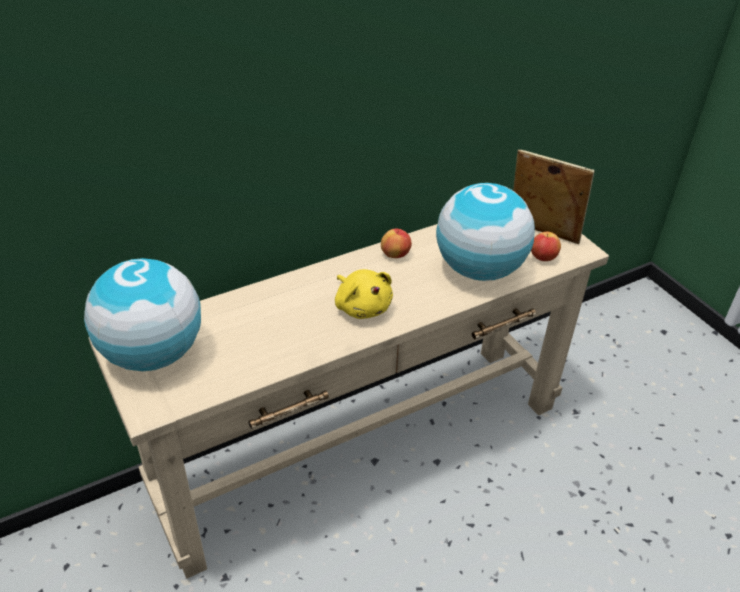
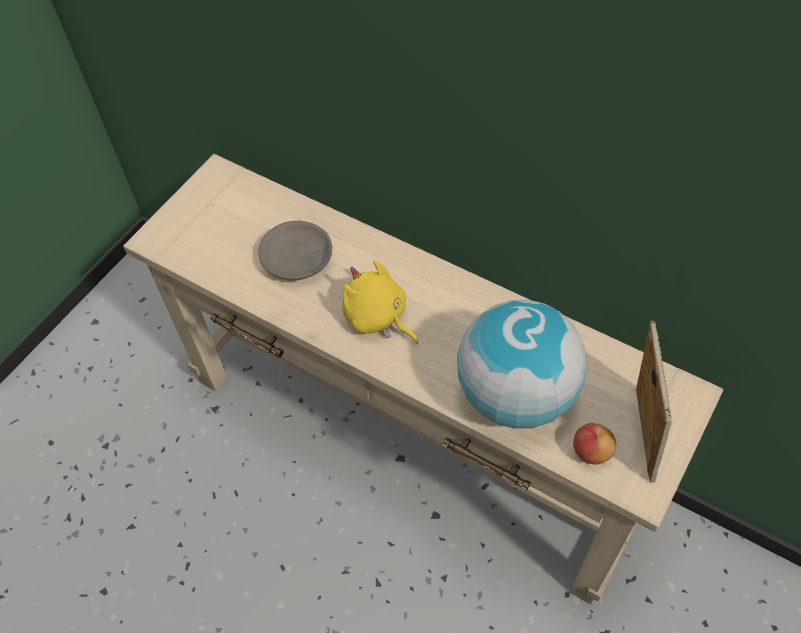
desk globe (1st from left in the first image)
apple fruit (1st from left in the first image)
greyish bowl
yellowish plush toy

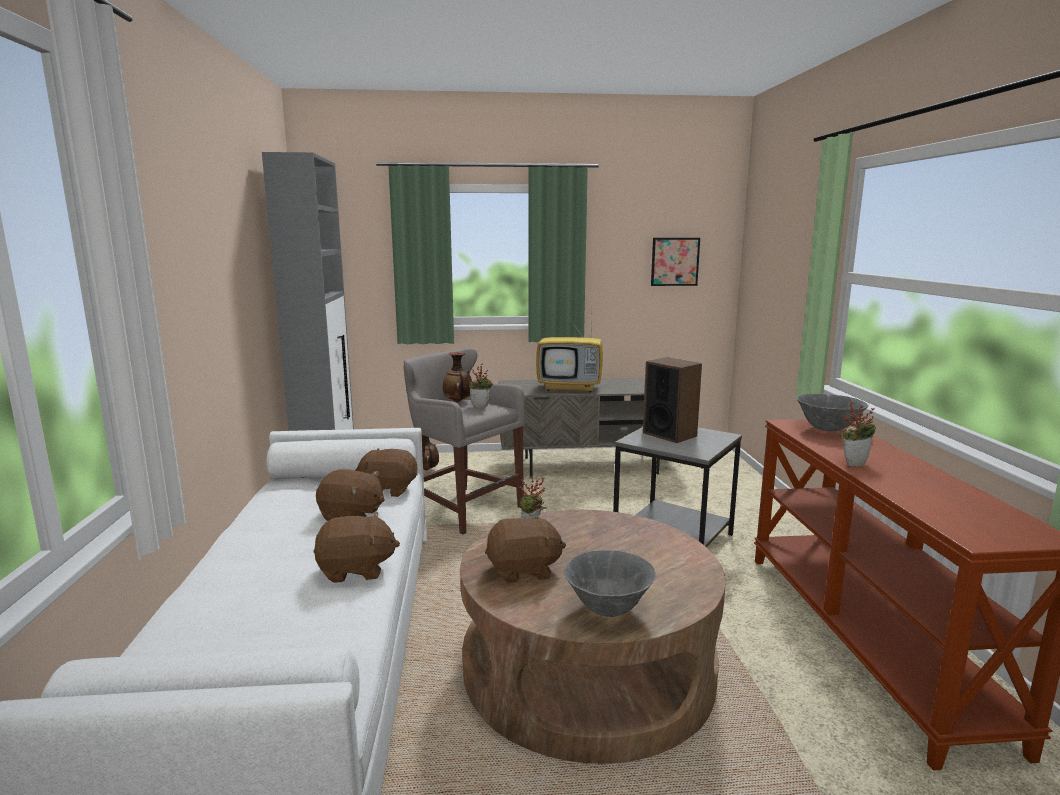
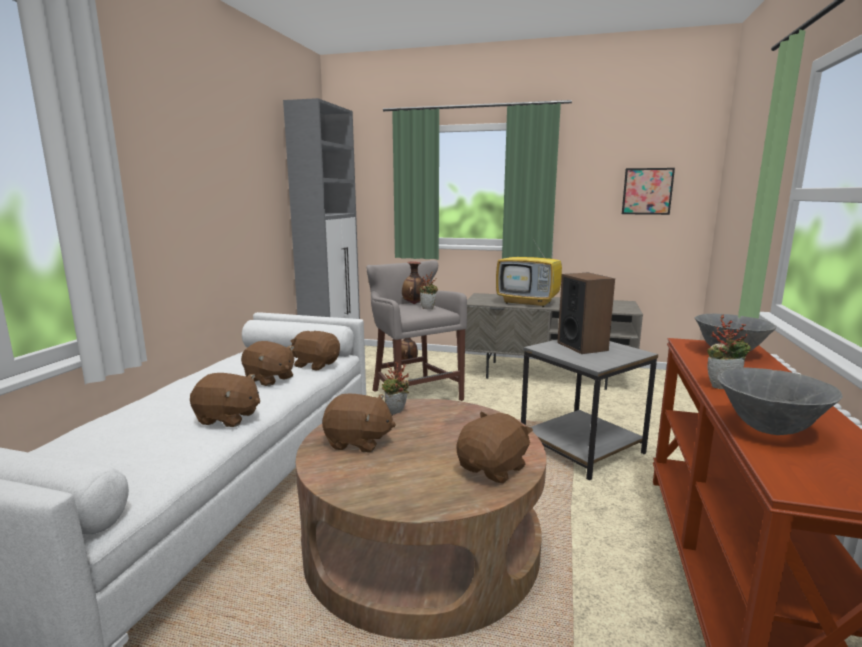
brown plush toy (5th from left)
greyish bowl (2nd from left)

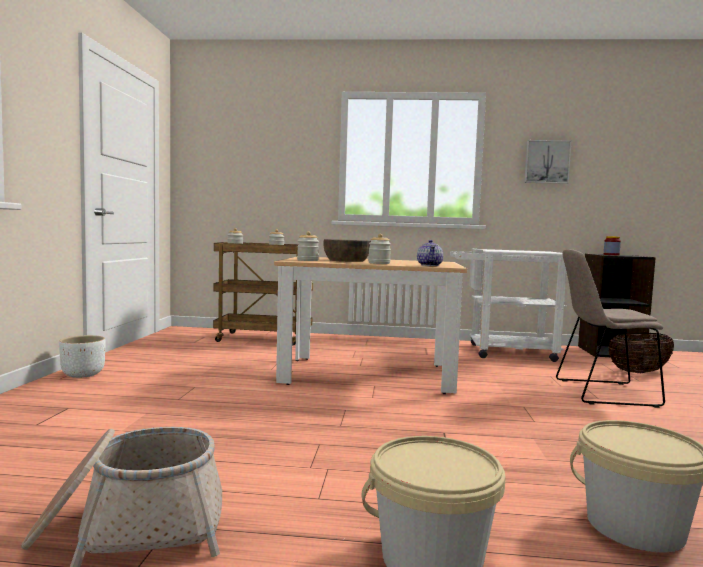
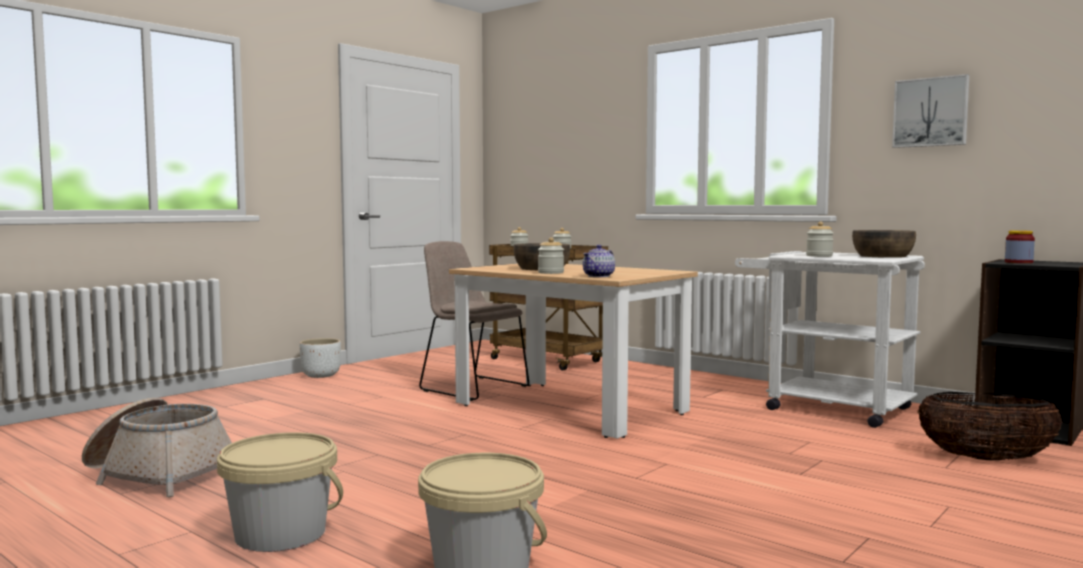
brown bowl (2nd from left)
storage jar (4th from left)
beige-coloured upright chair

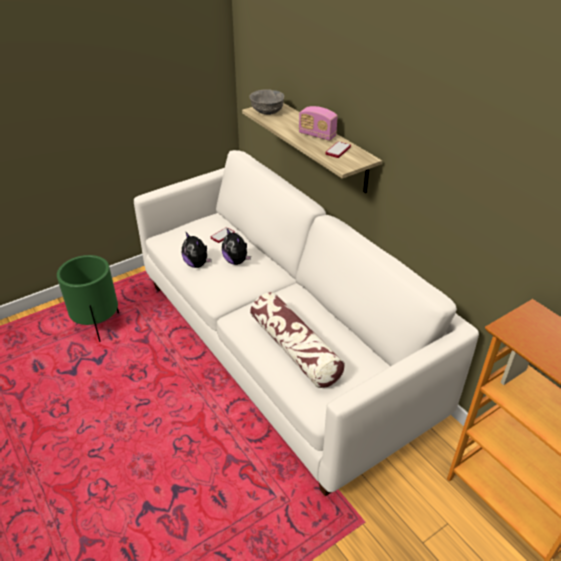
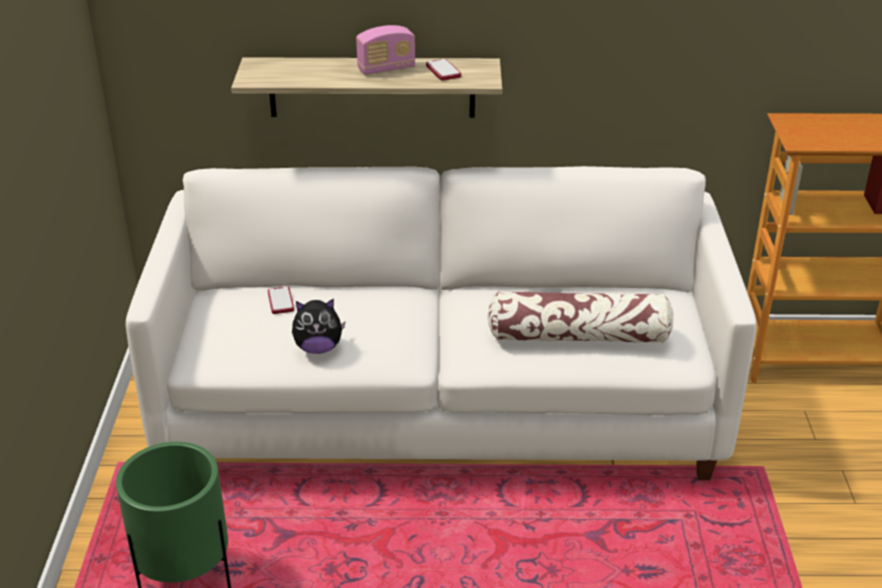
plush toy (2nd from left in the first image)
greyish bowl

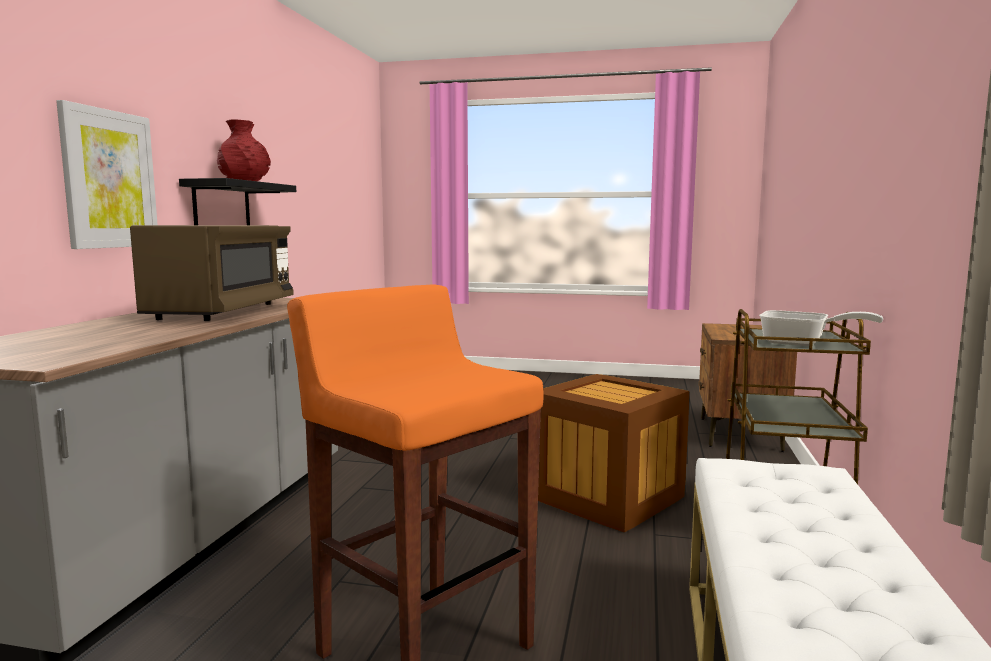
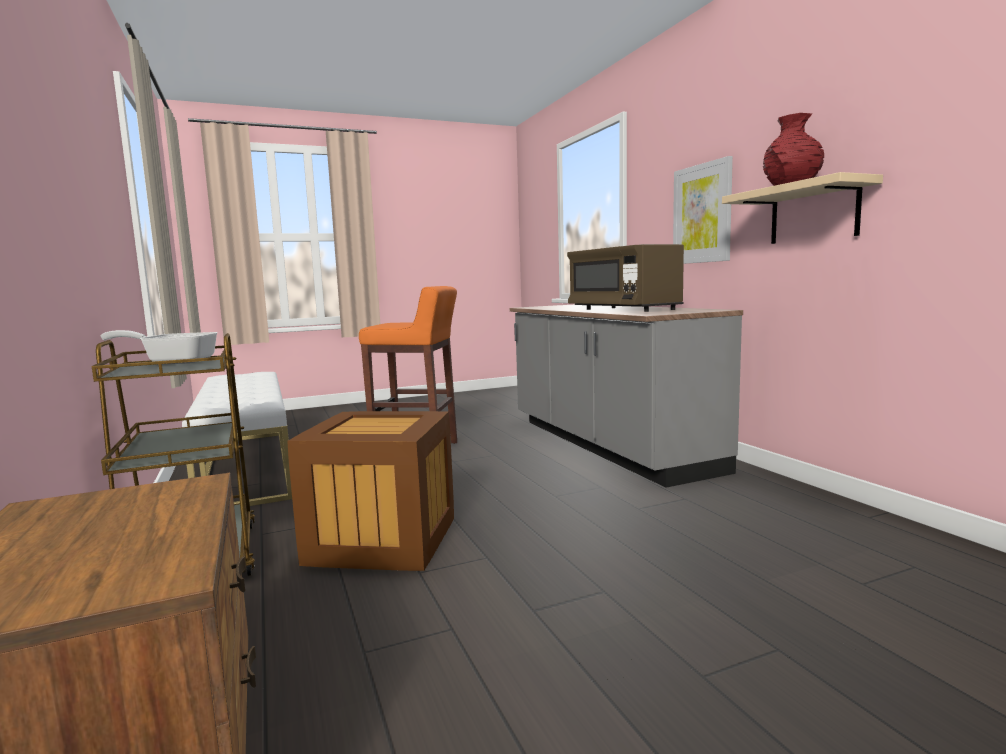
beige-coloured shelf

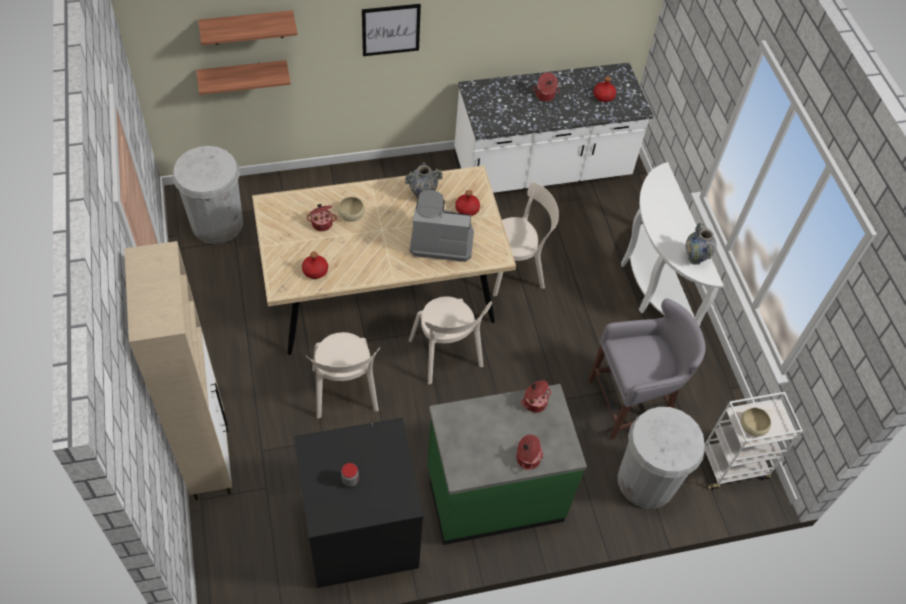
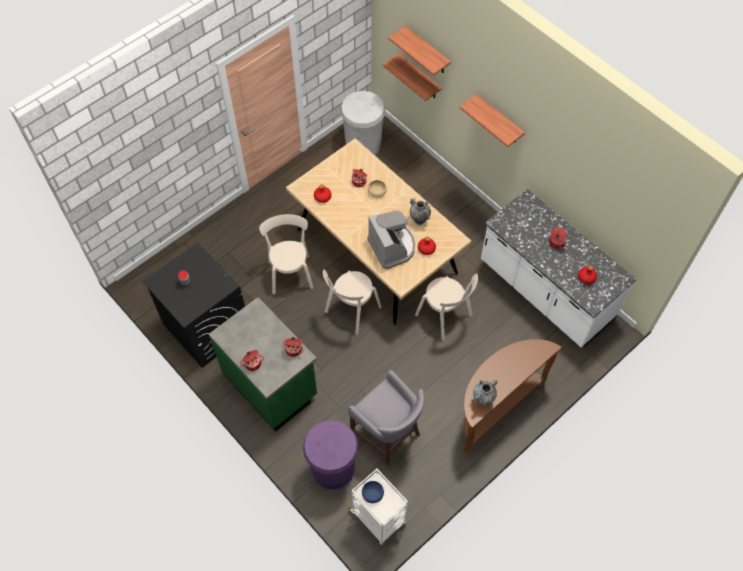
beige-coloured cupboard
shelf (3rd from left)
purple-coloured waste bin
brown narrow table
blue bowl
beige-coloured upright chair (1st from left)

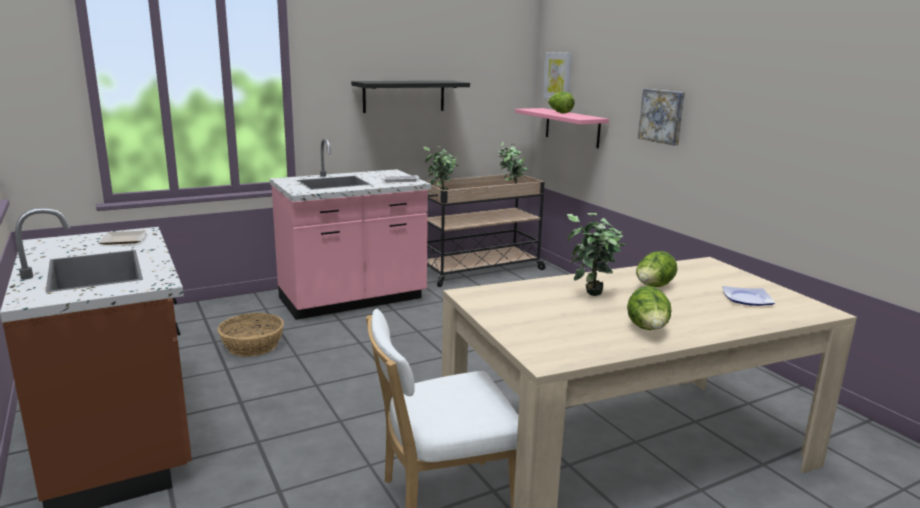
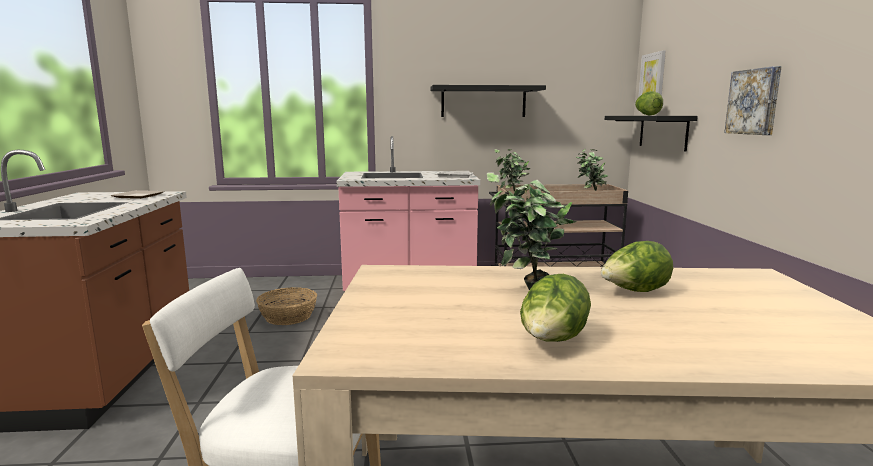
plate (2nd from left in the first image)
blackish shelf (2nd from left)

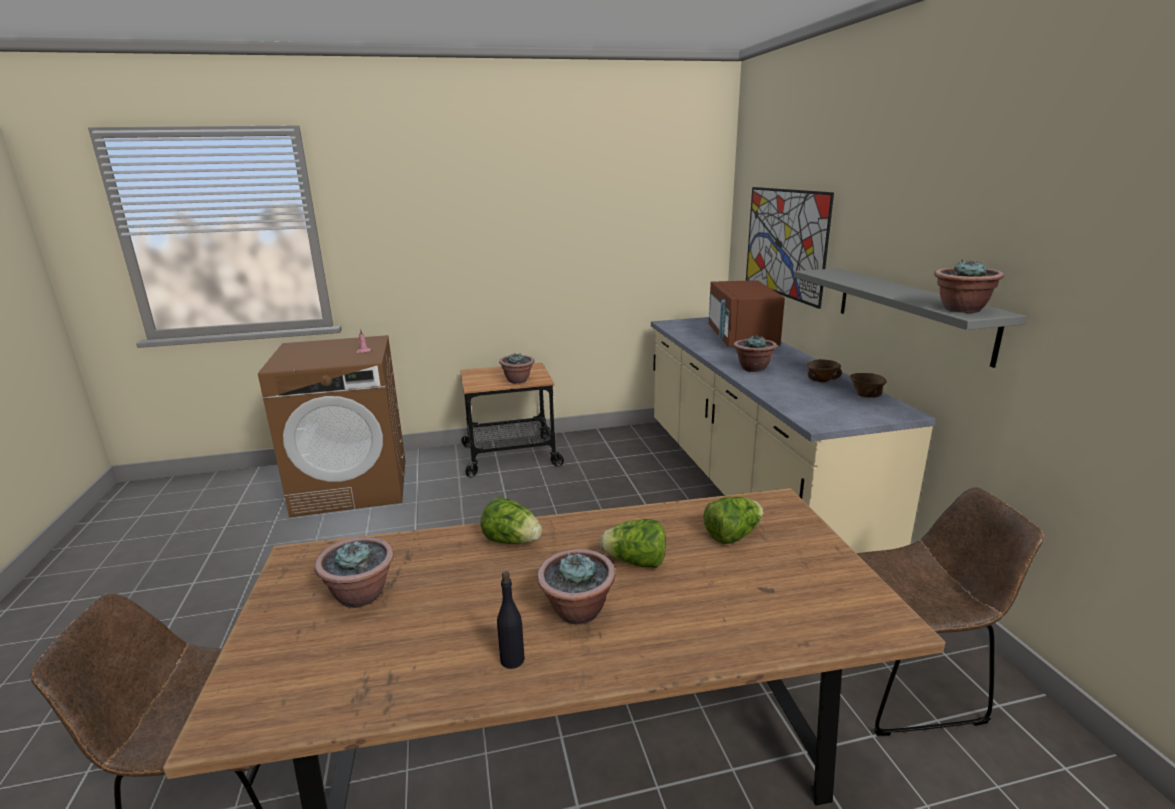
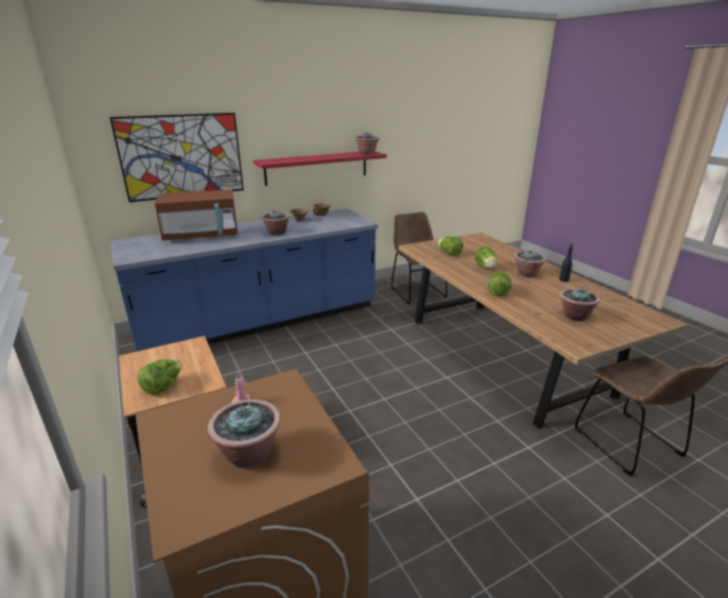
head of lettuce (1st from left)
plant in a pot (1st from left)
blue kitchen base unit
reddish shelf

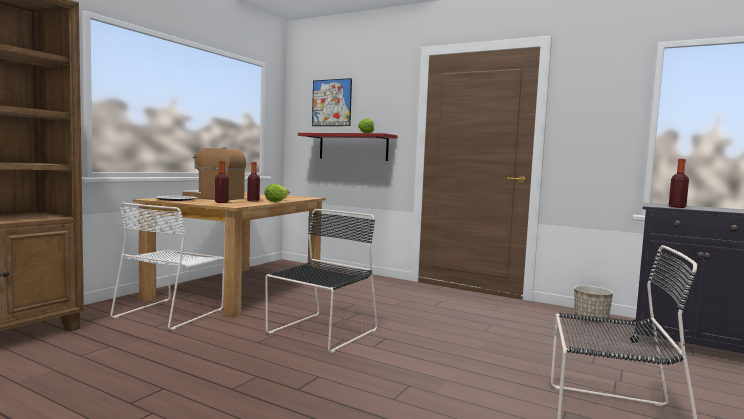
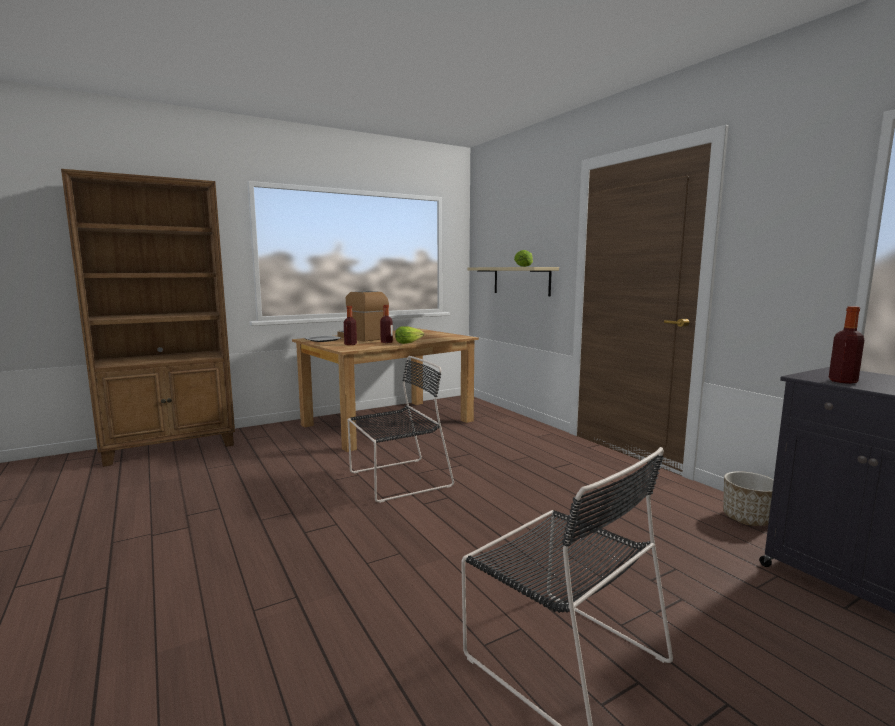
whitish upright chair
wall picture
beige-coloured shelf

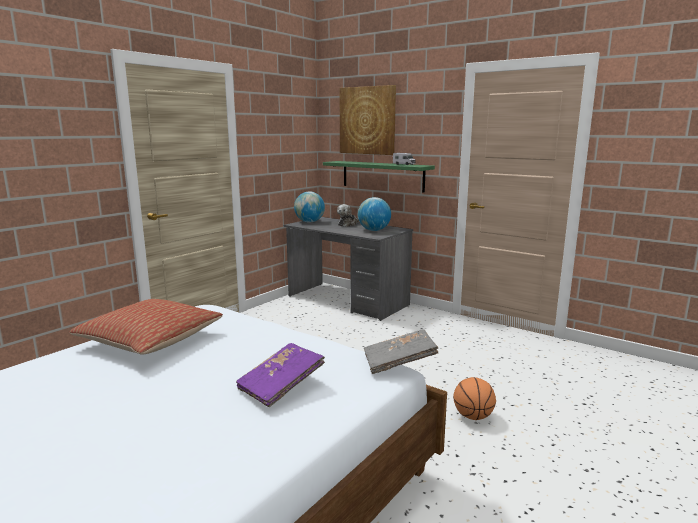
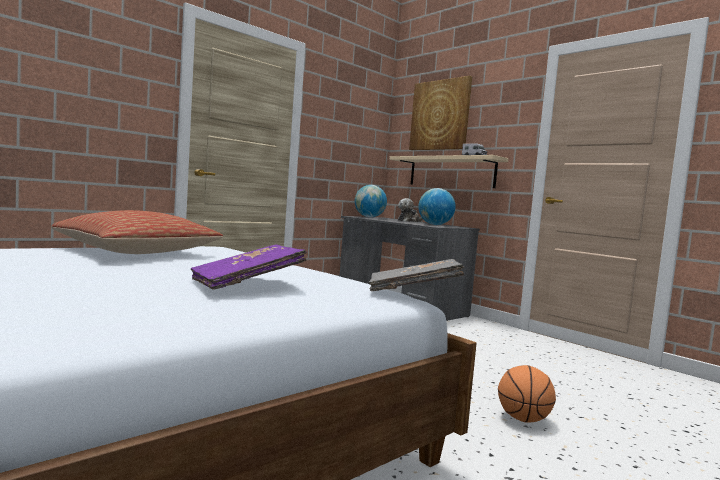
beige-coloured shelf

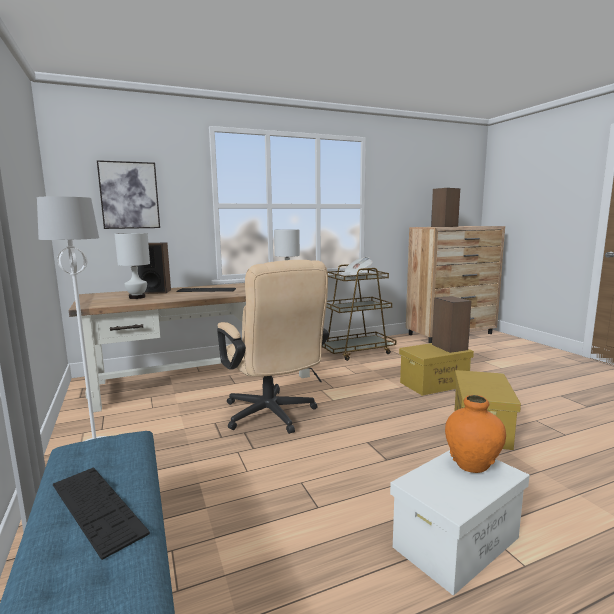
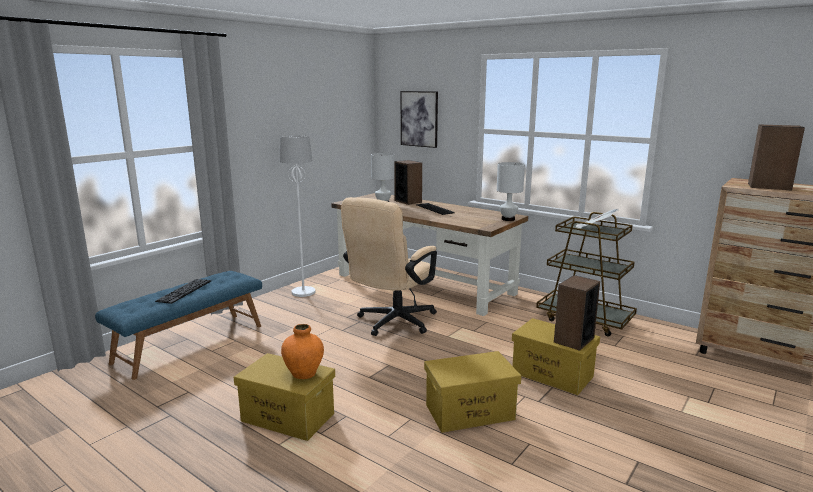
yellowish storage container (1st from left)

